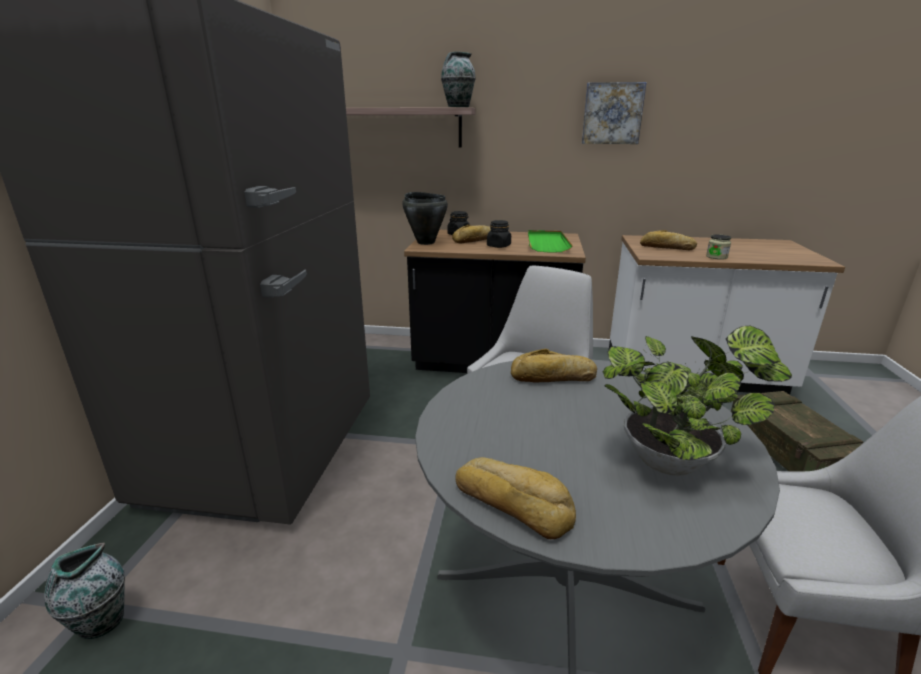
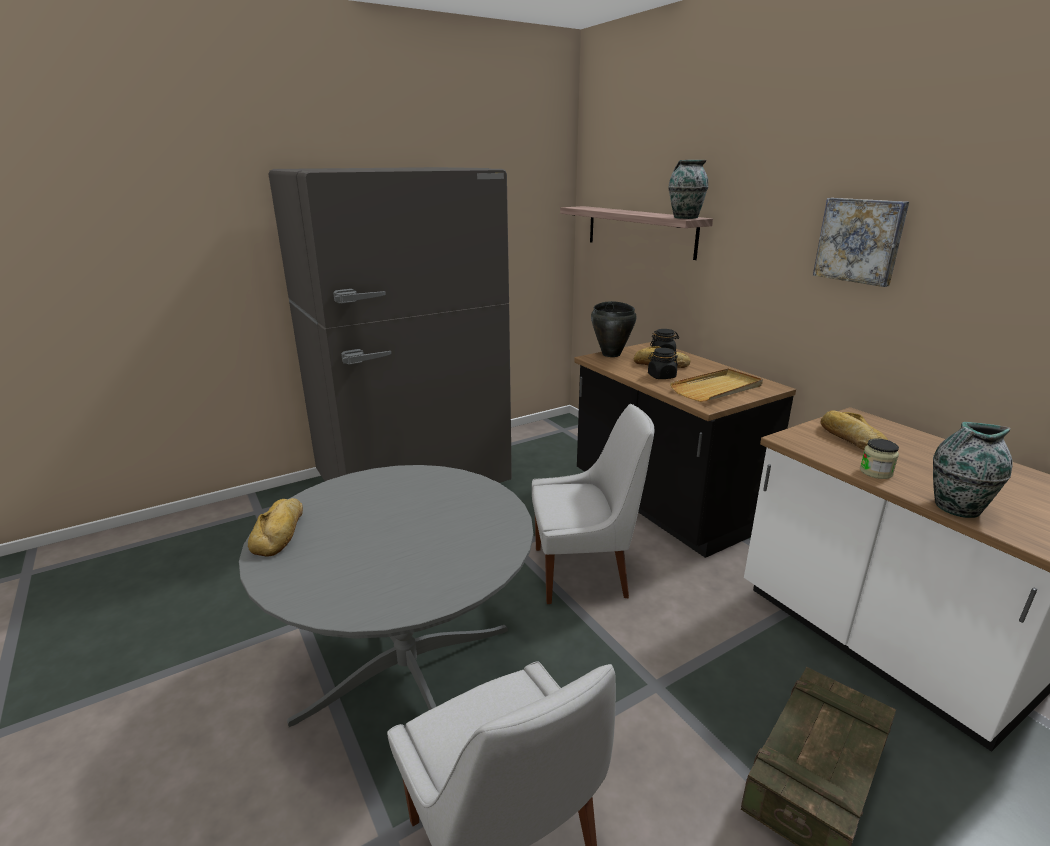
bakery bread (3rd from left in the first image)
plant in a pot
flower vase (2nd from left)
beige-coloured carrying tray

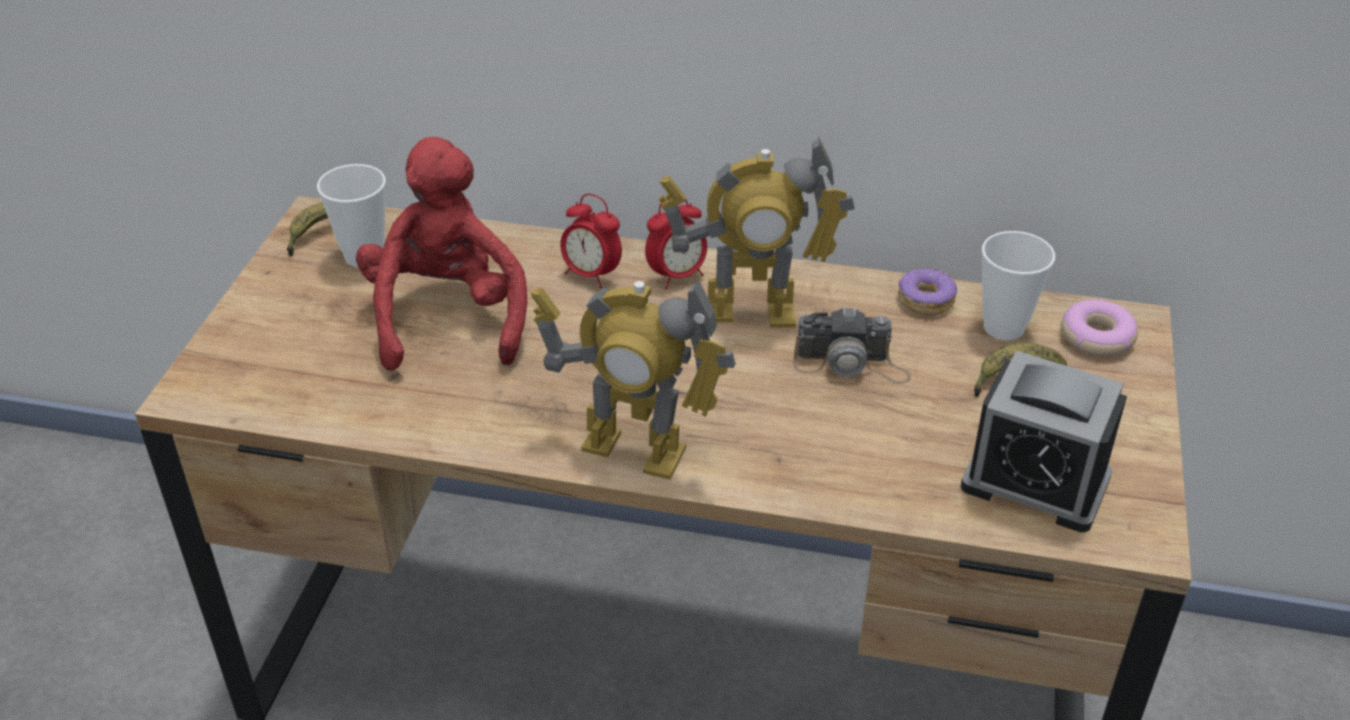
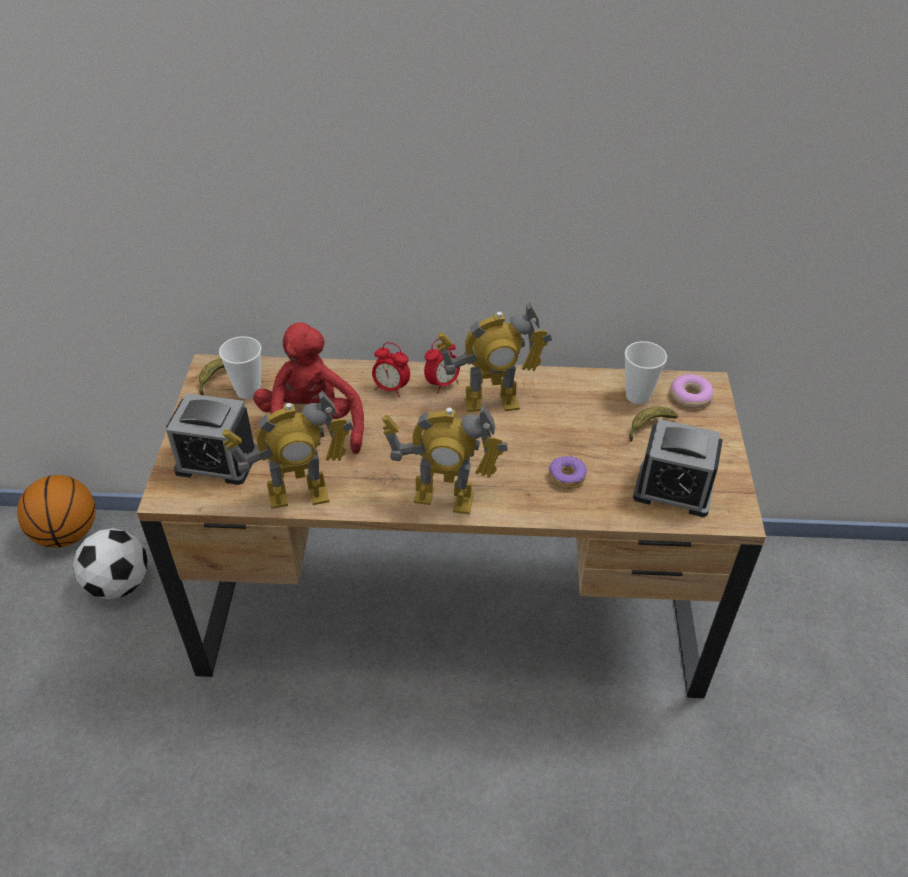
photo camera
ball for basketball
ball for football
alarm clock (1st from left)
model robot (1st from left)
doughnut (1st from left)

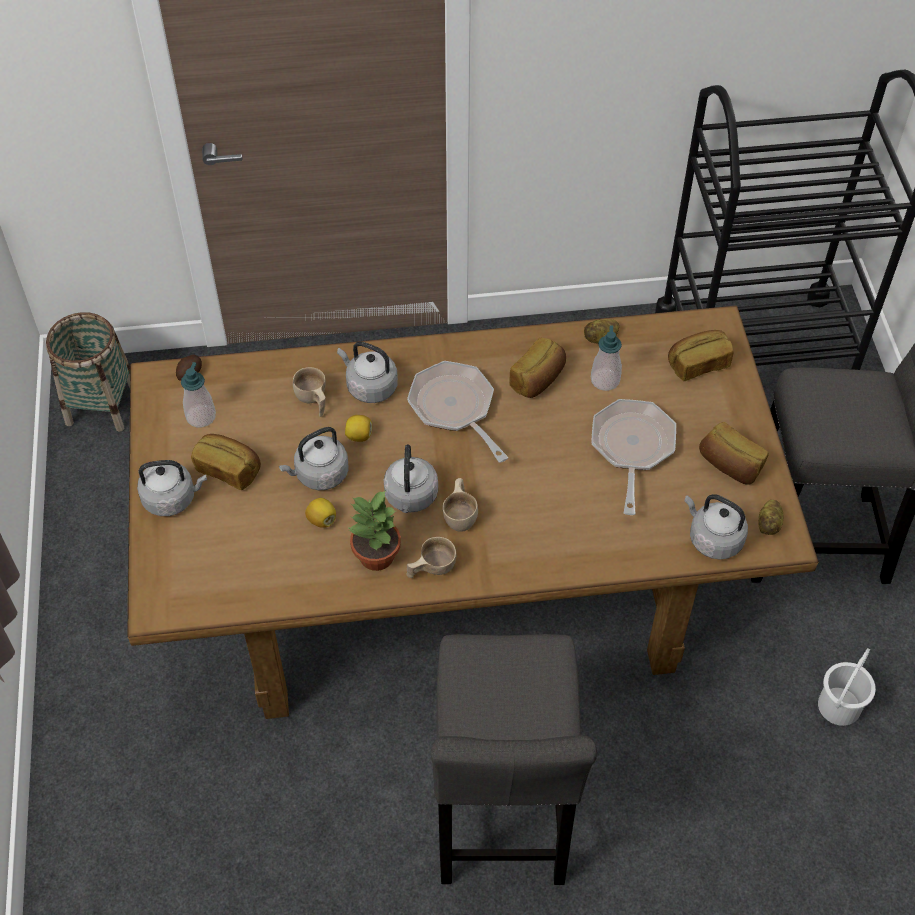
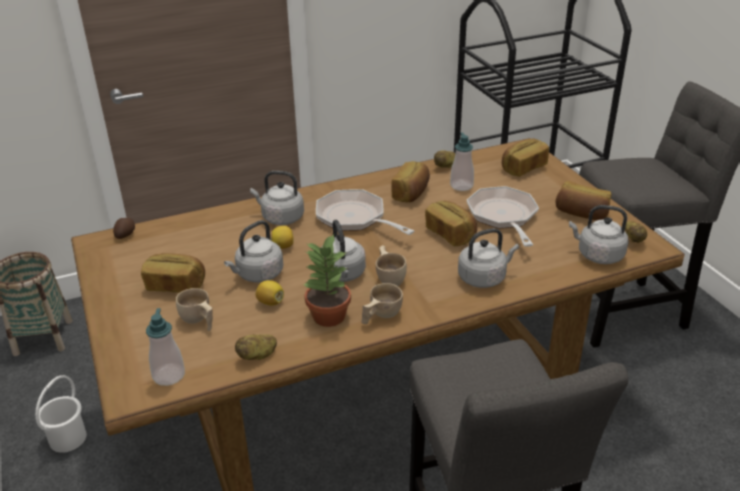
whole potato (2nd from left)
bakery bread (3rd from left)
greyish tea kettle (4th from left)
soap bottle (1st from left)
beige-coloured small cup (1st from left)
whitish bucket

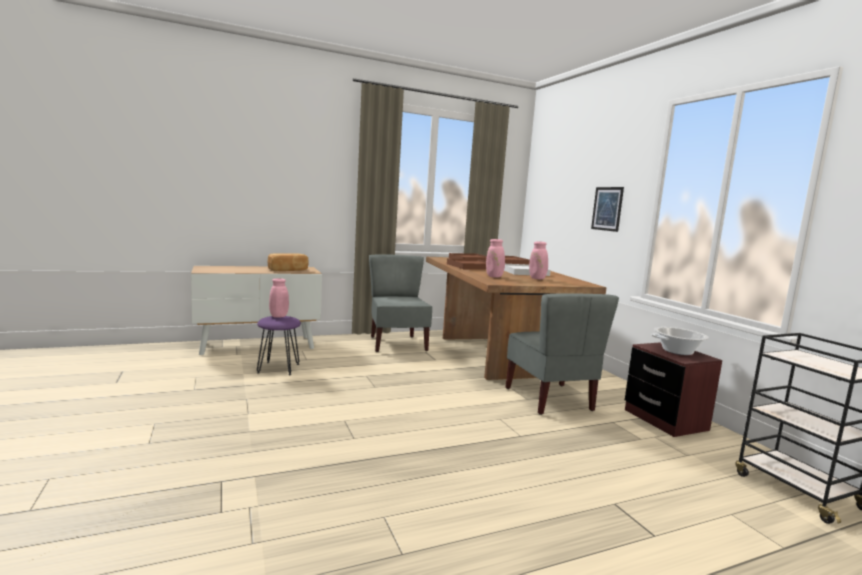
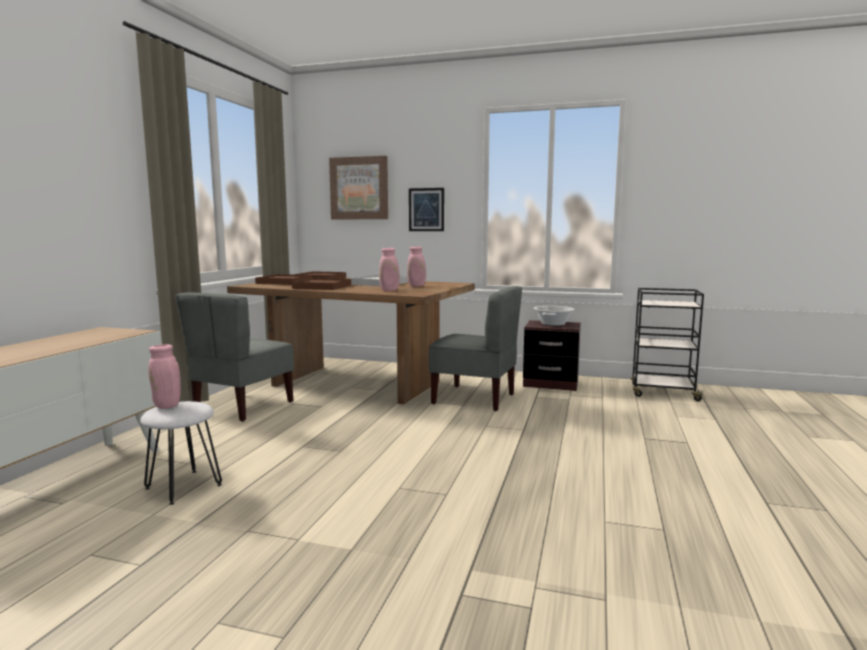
bakery bread
wall picture (1st from left)
whitish sitting stool
greyish upright chair (1st from left)

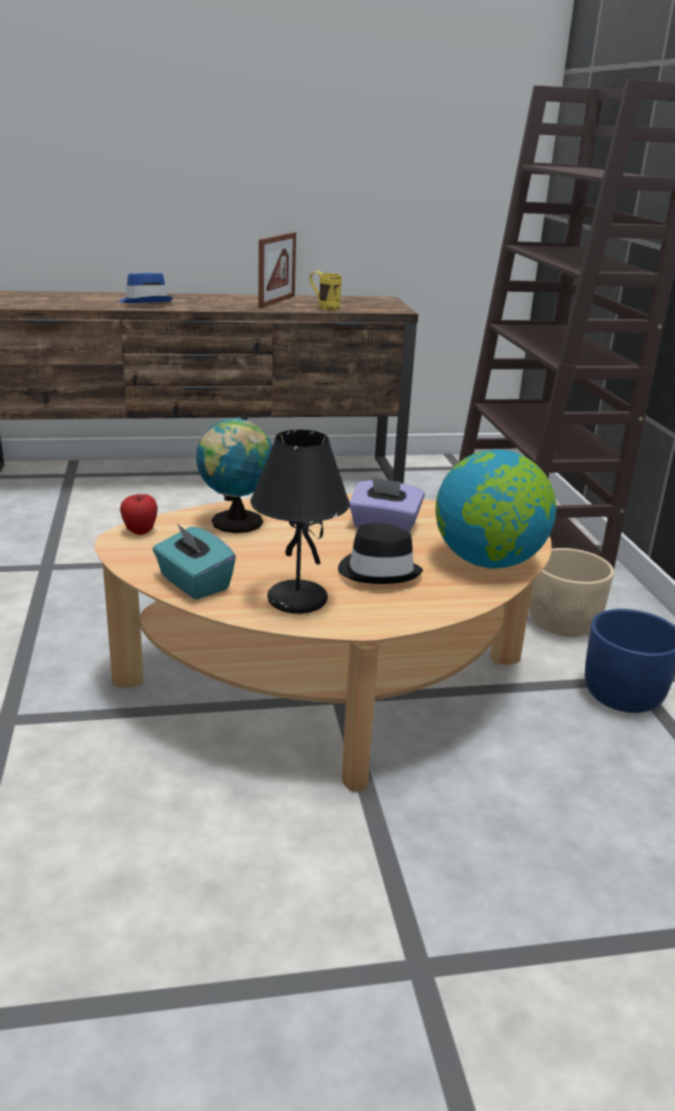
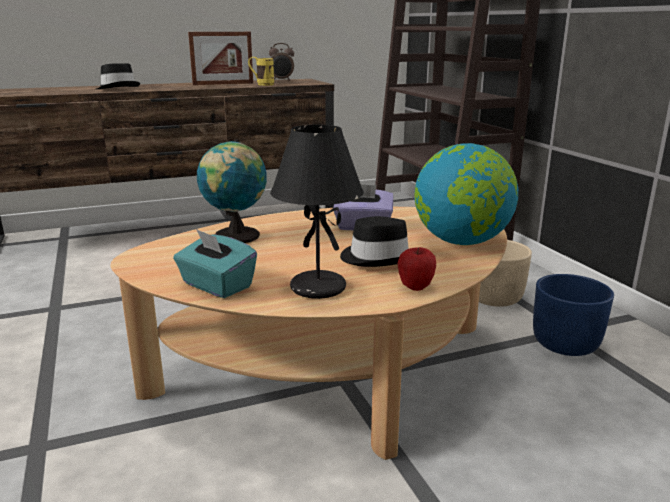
alarm clock
apple fruit
blackish clothing hat (1st from left)
picture frame

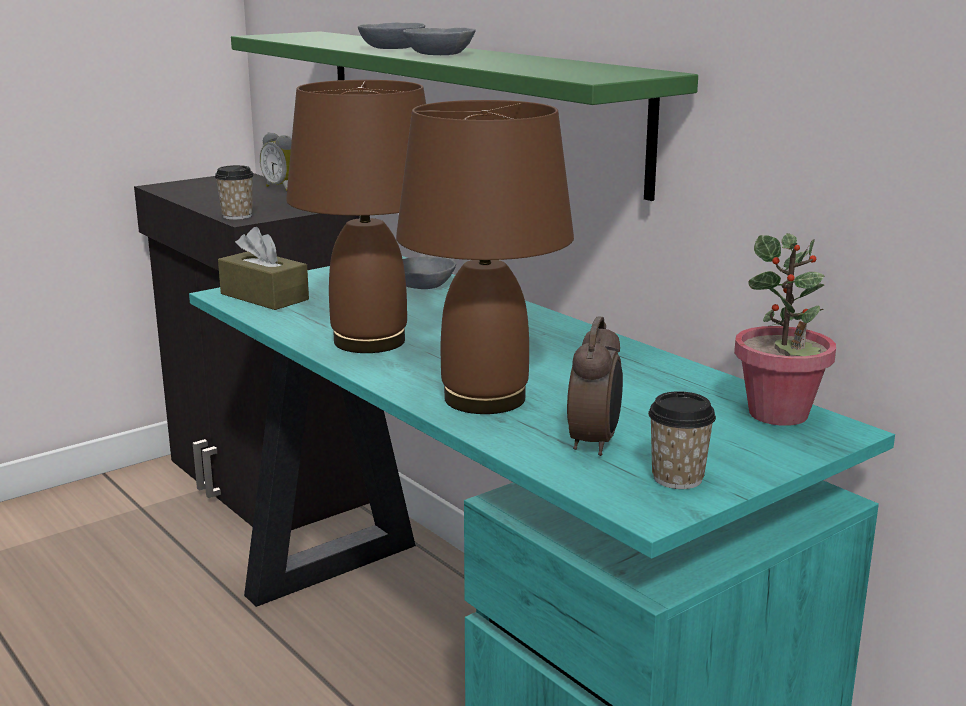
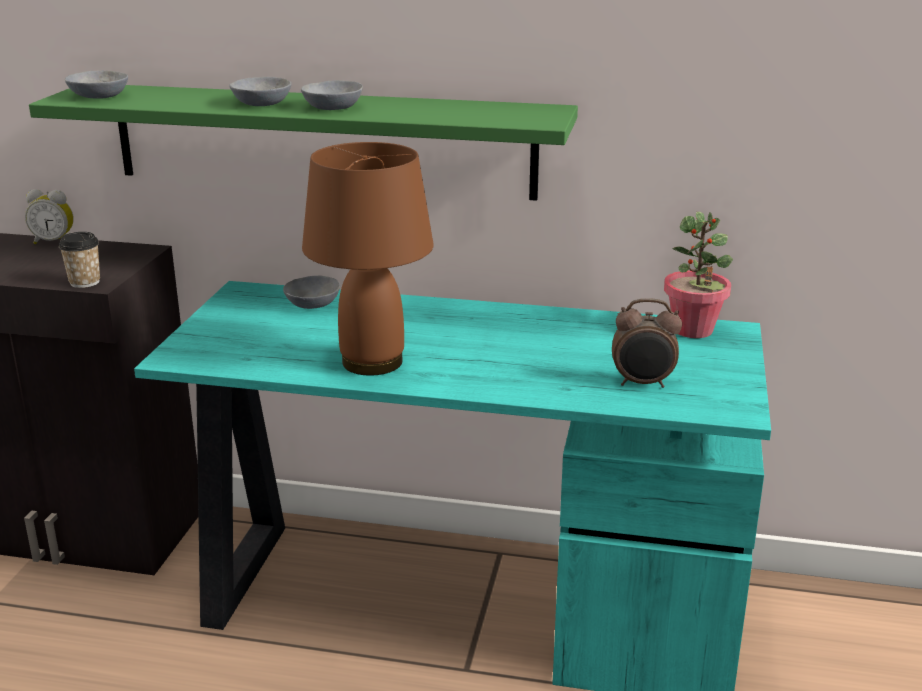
brown tissue box
brown tabletop lamp (2nd from left in the first image)
small cup (2nd from left in the first image)
greyish bowl (1st from left)
alarm clock (2nd from left)

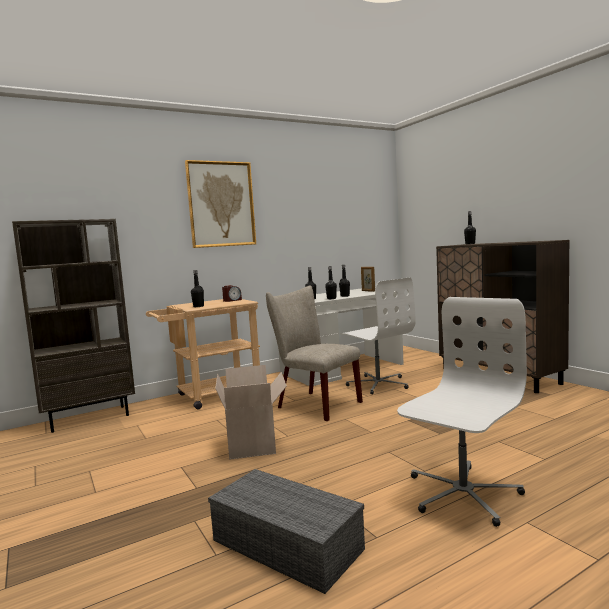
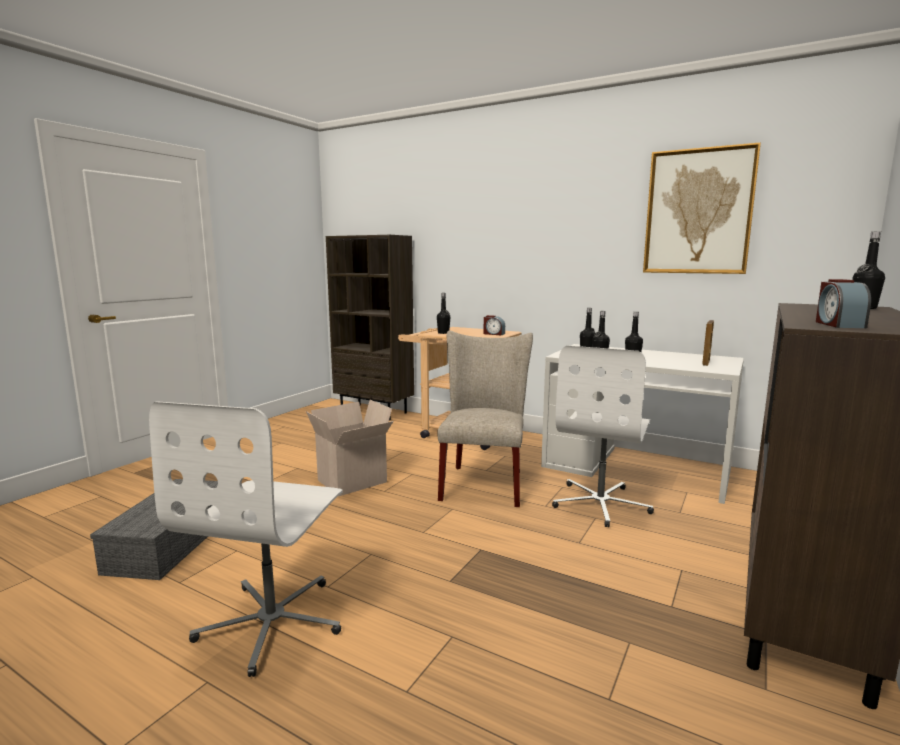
alarm clock (2nd from left)
wall picture
whitish desk chair (1st from left)

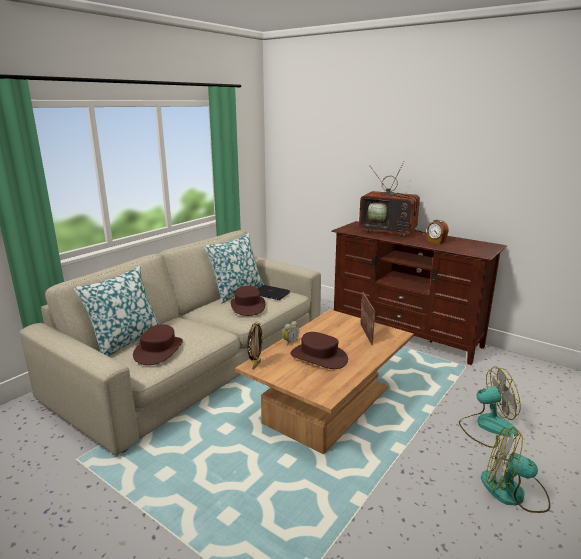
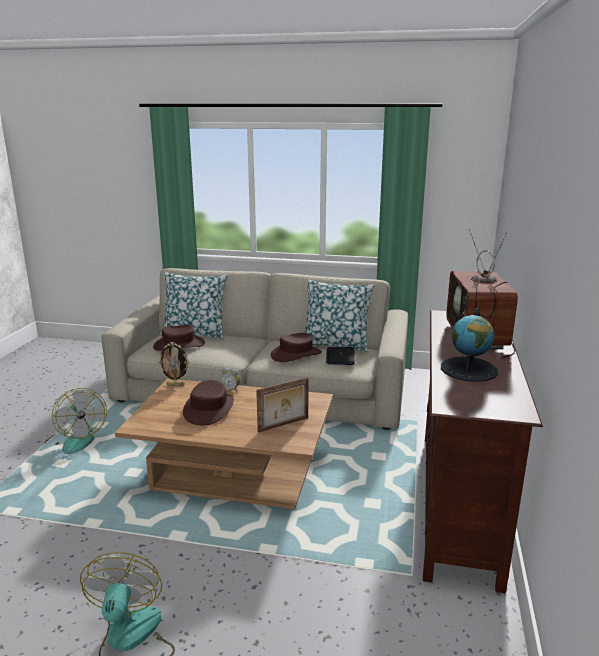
electric fan (1st from left)
desk globe

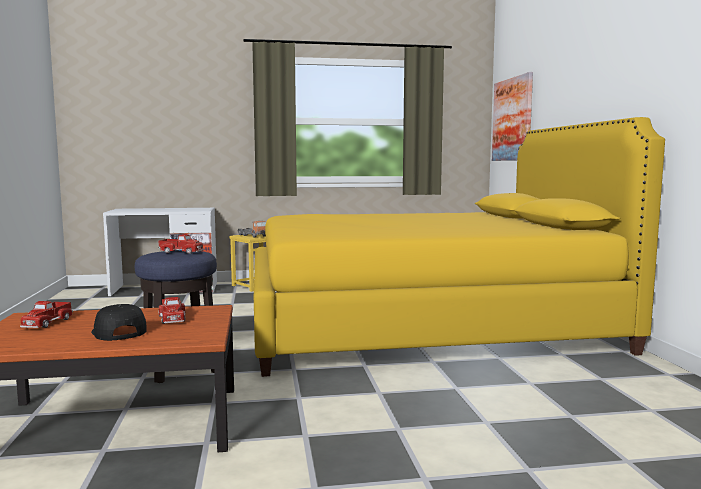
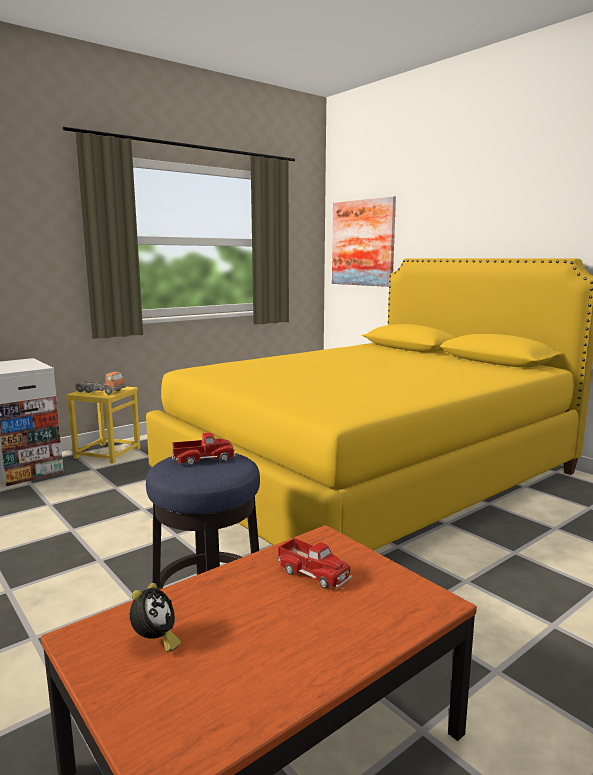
blackish cap
alarm clock

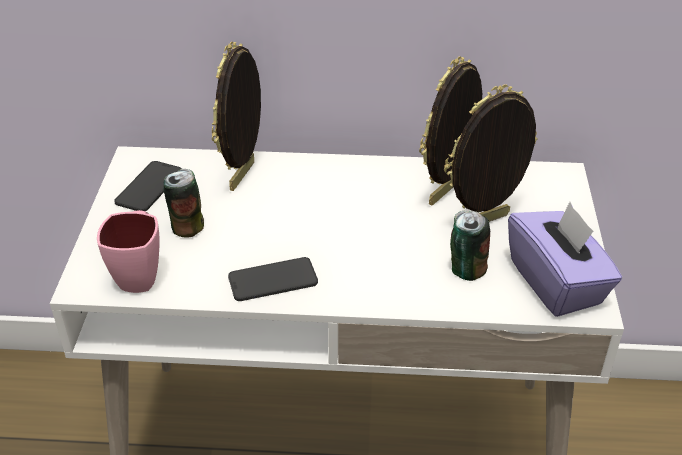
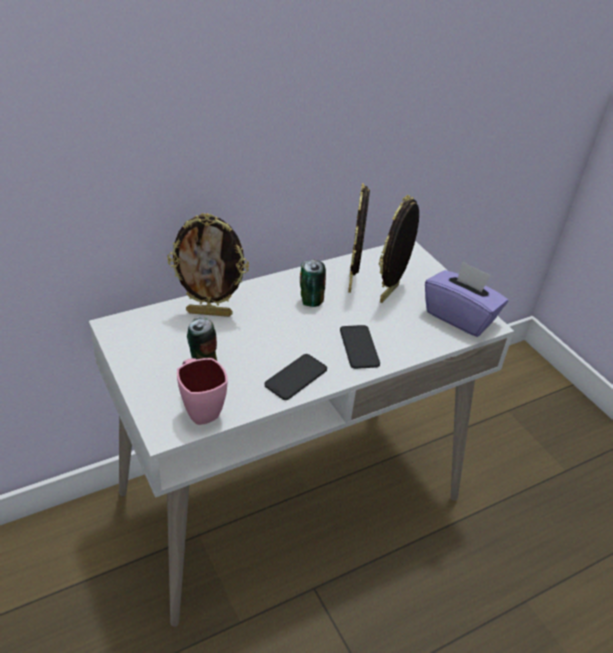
telephone (2nd from left)
sealed can (2nd from left)
picture frame (1st from left)

